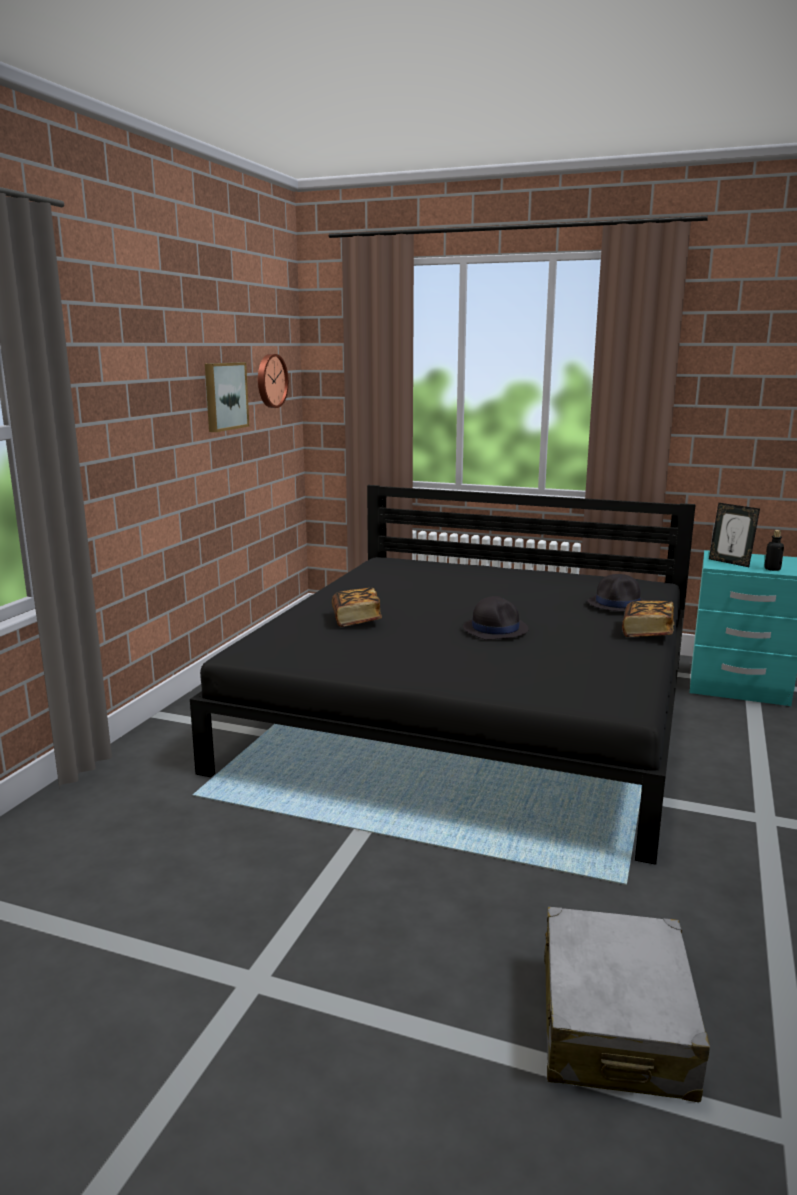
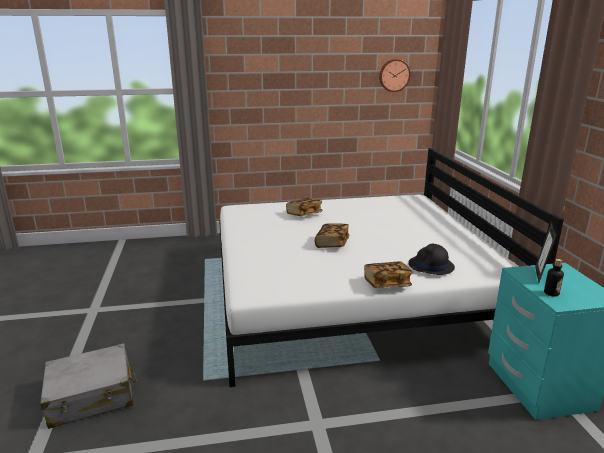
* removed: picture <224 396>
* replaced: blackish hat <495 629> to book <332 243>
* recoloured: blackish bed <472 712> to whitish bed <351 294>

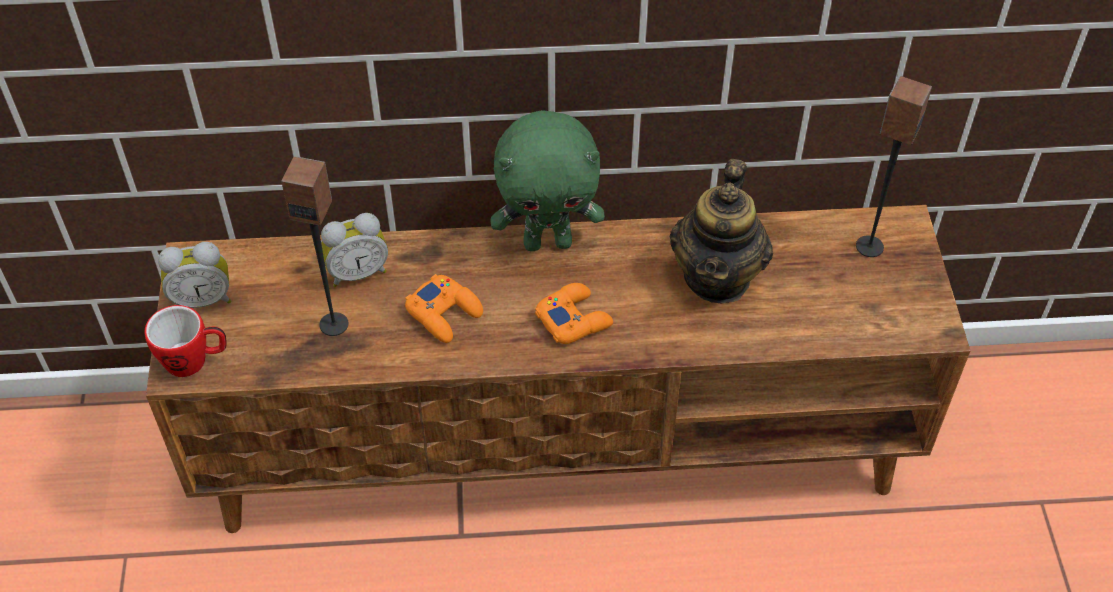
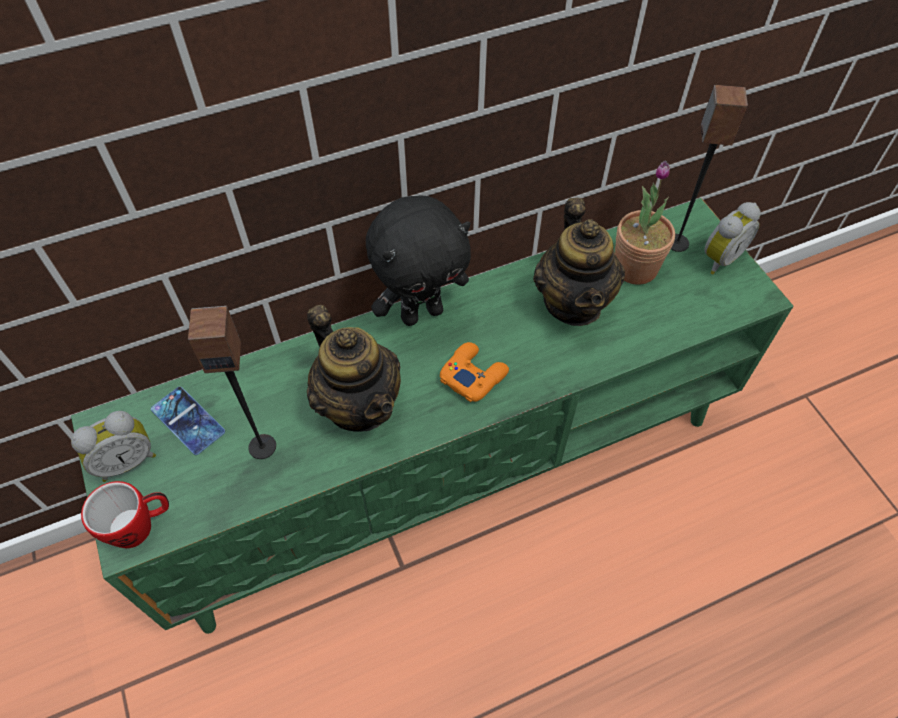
* added: phone <188 420>
* added: plant in a pot <635 267>
* moved: bedside clock <357 272> to <718 258>
* replaced: orange-coloured joypad <444 313> to teapot <359 404>
* recoloured: brownish media console <559 447> to green media console <450 467>
* recoloured: green cuddly toy <548 242> to blackish cuddly toy <421 313>

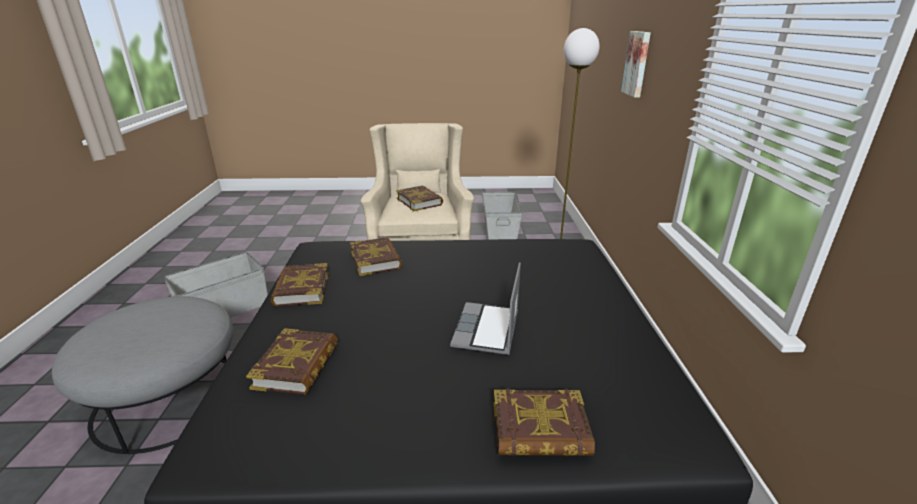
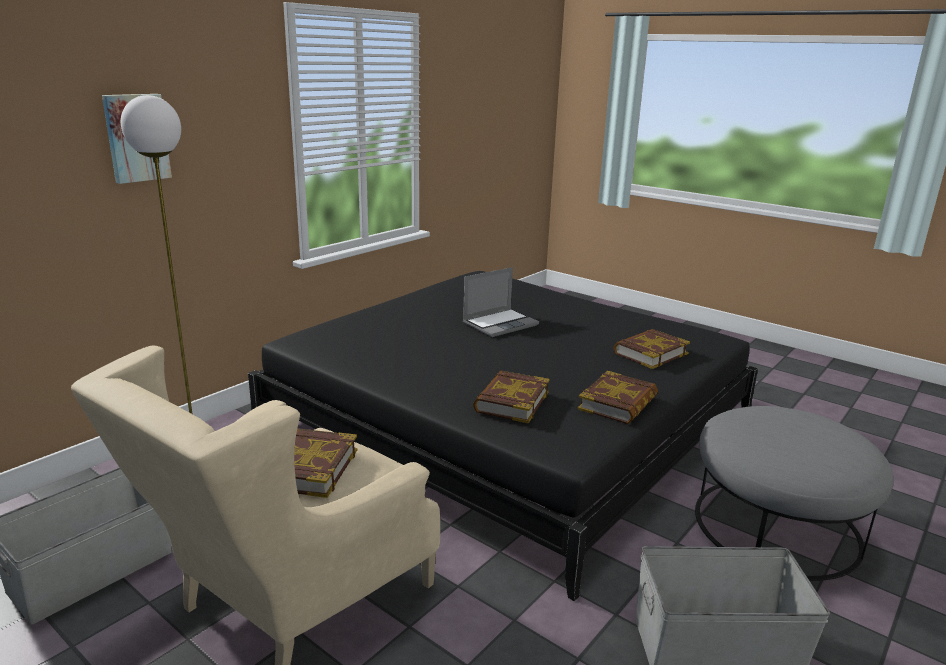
* removed: book <540 430>

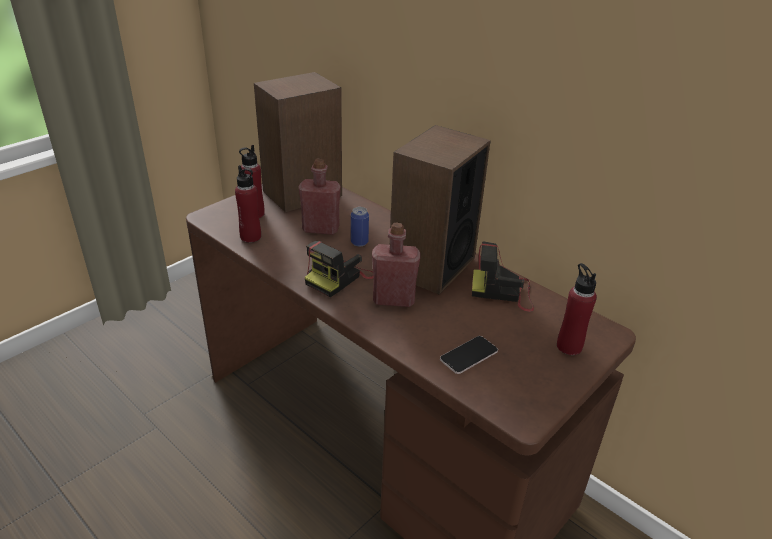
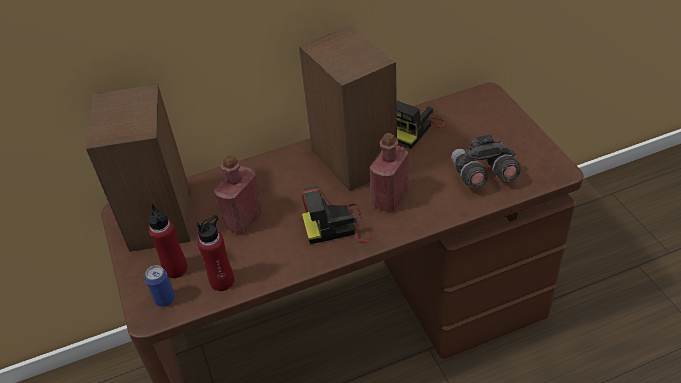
* removed: reddish bottle <569 346>
* moved: metal can <359 242> to <165 299>
* replaced: phone <469 355> to gray pair of binoculars <482 176>
* turned: photo camera <339 278> = <338 227> 105 degrees clockwise

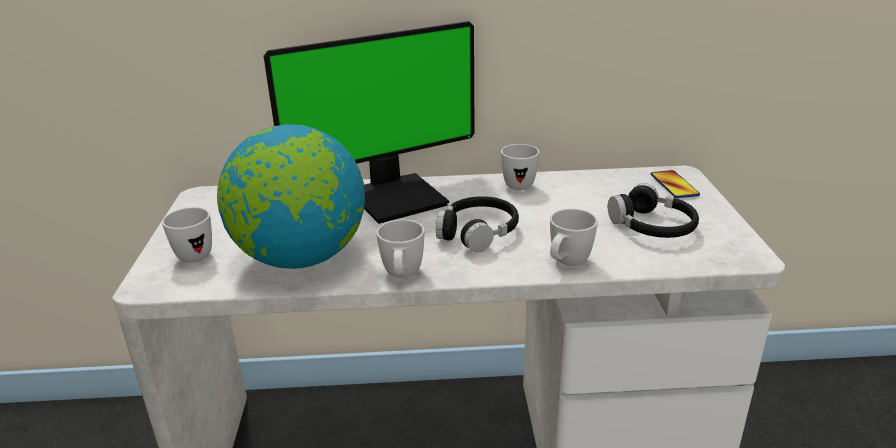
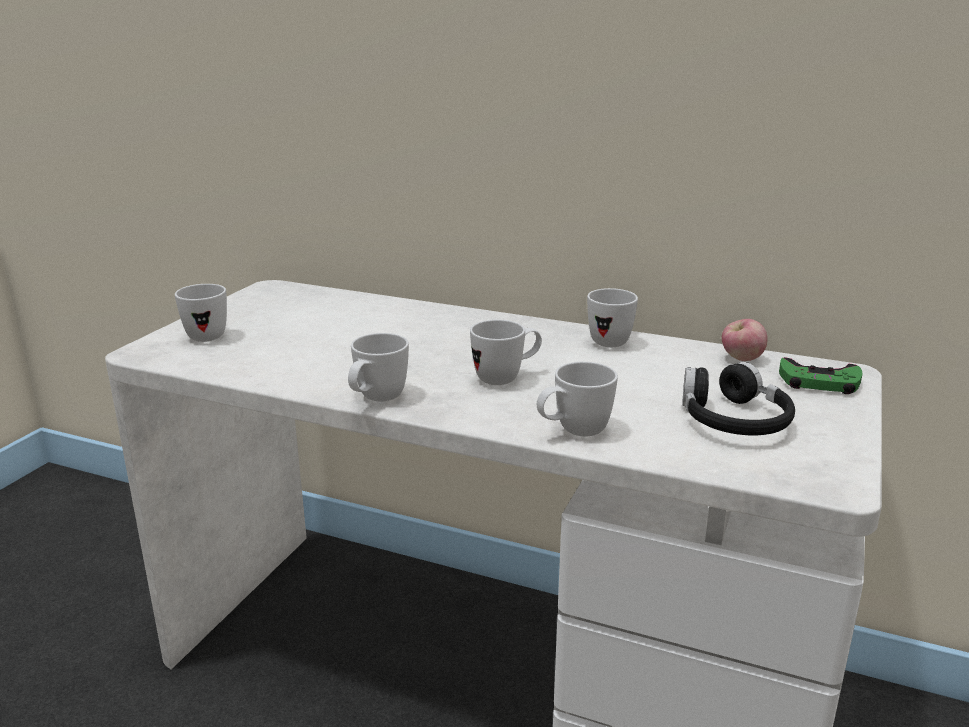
* removed: globe <300 258>
* removed: computer display <397 197>
* added: whole apple <741 359>
* replaced: blackish headphones <478 232> to whitish coffee mug <506 378>
* replaced: phone <674 185> to green joypad <819 382>

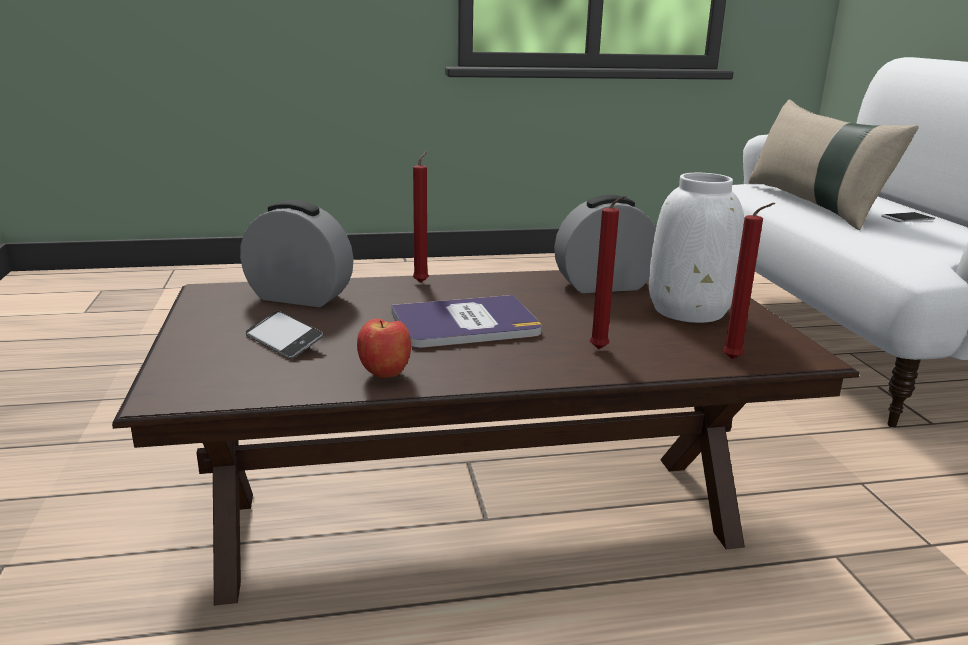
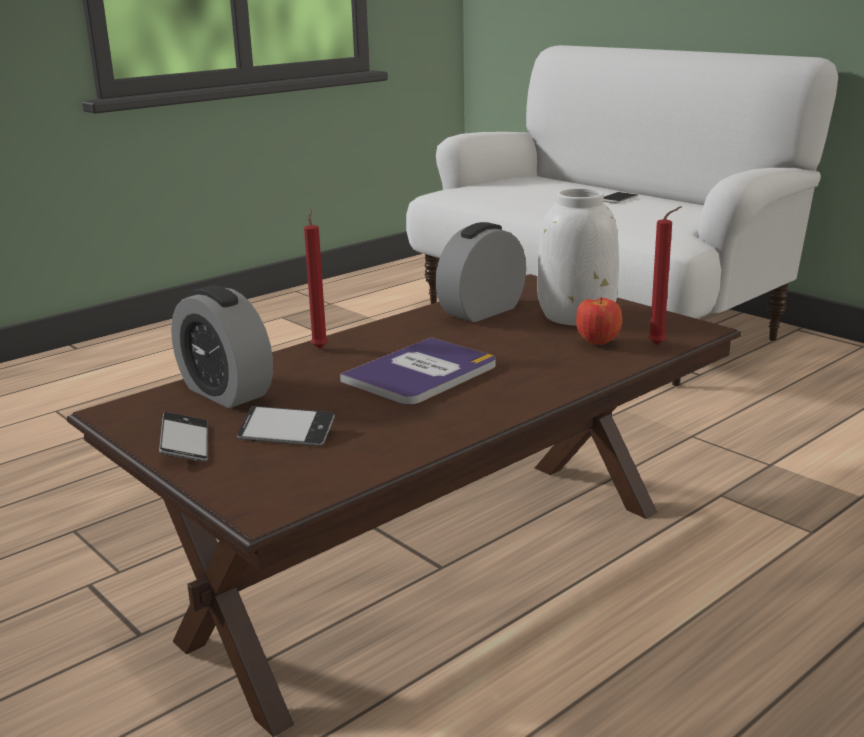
* removed: reddish candle <601 350>
* removed: beige cushion <813 205>
* added: phone <185 444>
* moved: whole apple <386 375> to <598 343>
* turned: bedside clock <299 297> = <225 392> 120 degrees counterclockwise

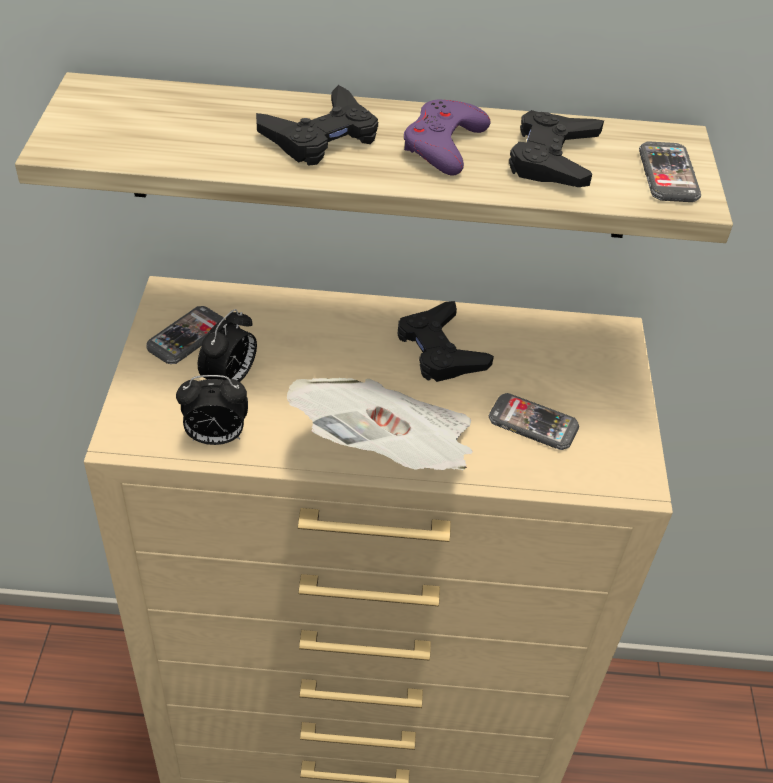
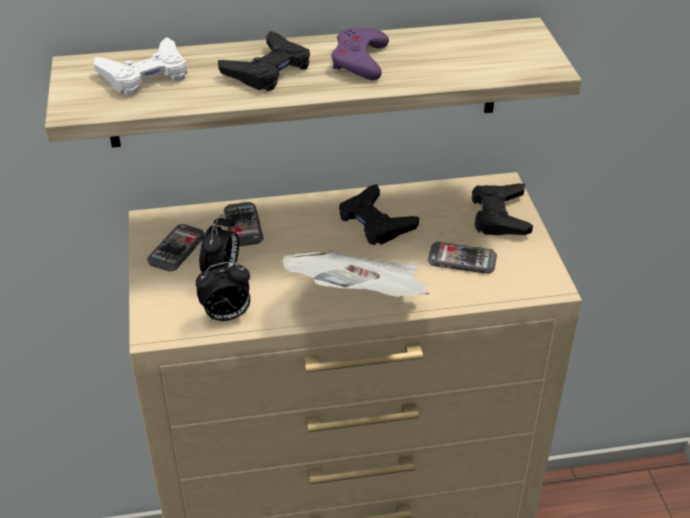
* added: whitish joypad <145 75>
* moved: blackish joypad <553 158> to <499 215>
* moved: phone <668 175> to <243 226>

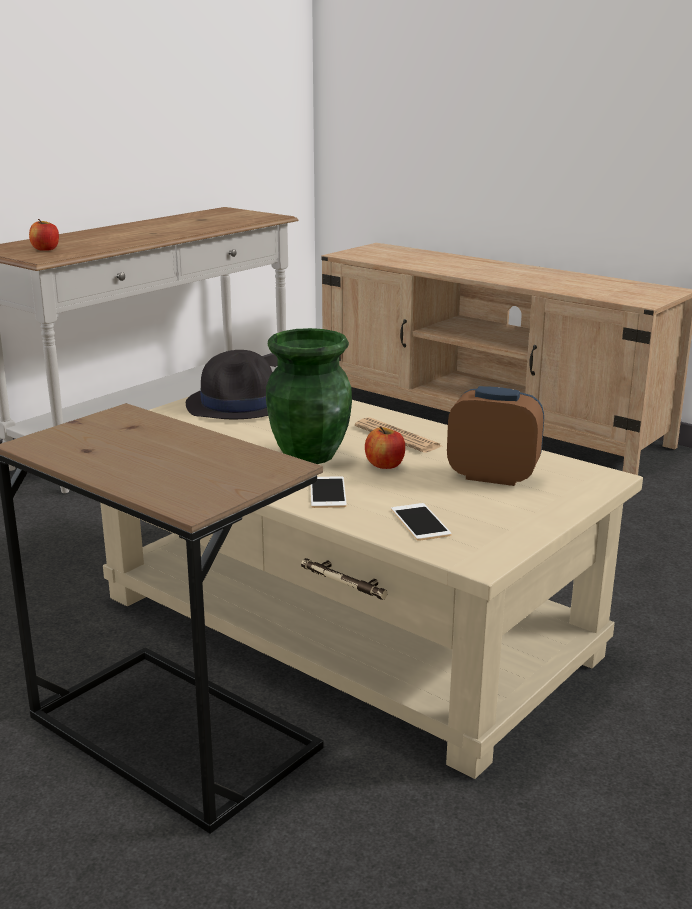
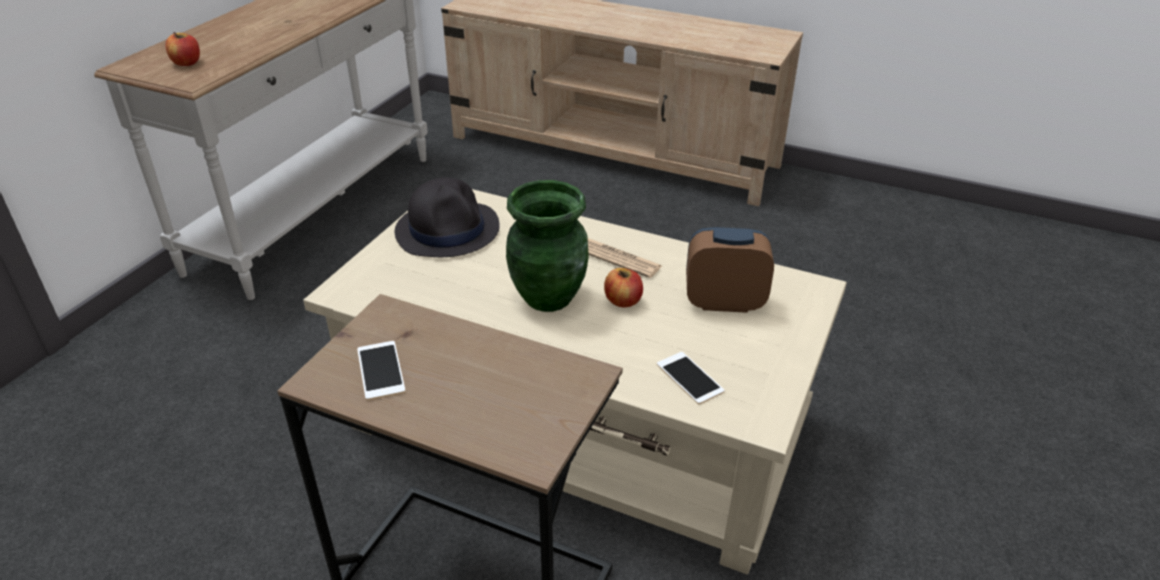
* moved: phone <327 492> to <380 370>

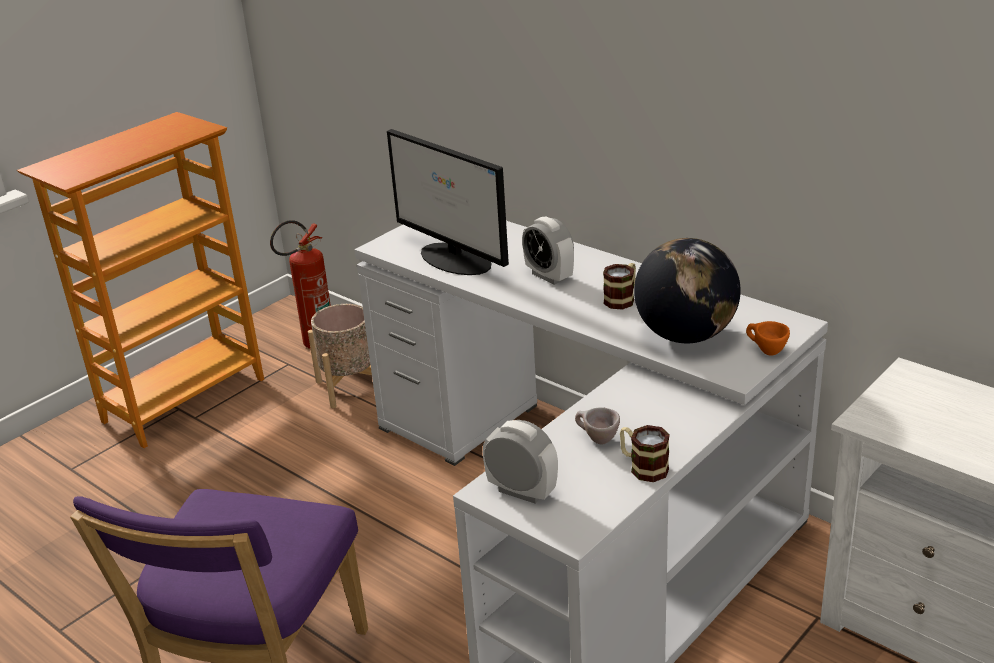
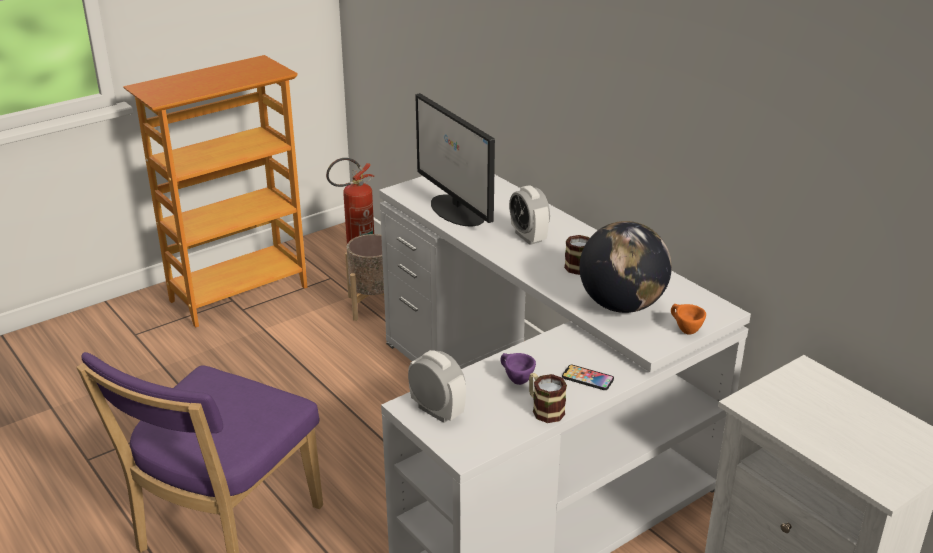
* added: phone <587 378>
* recoloured: beige cup <596 439> to purple cup <515 380>

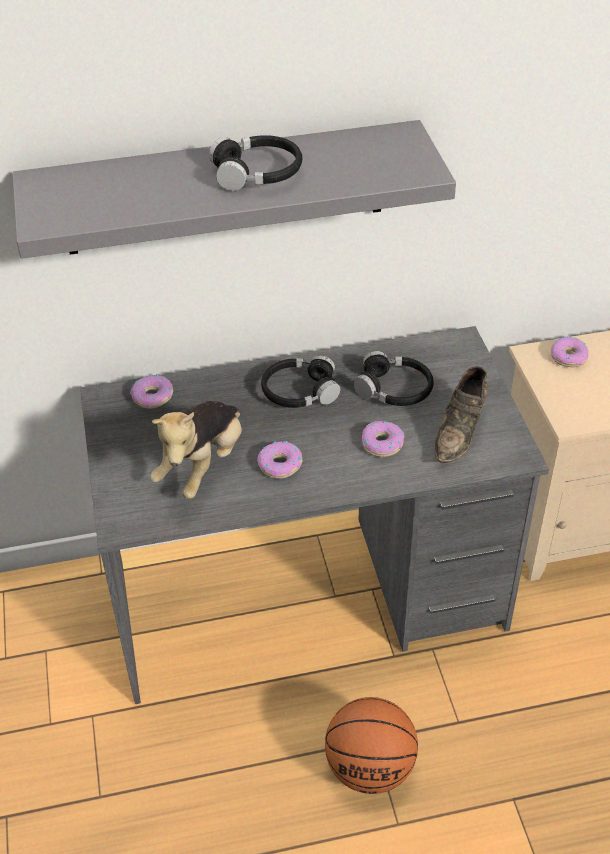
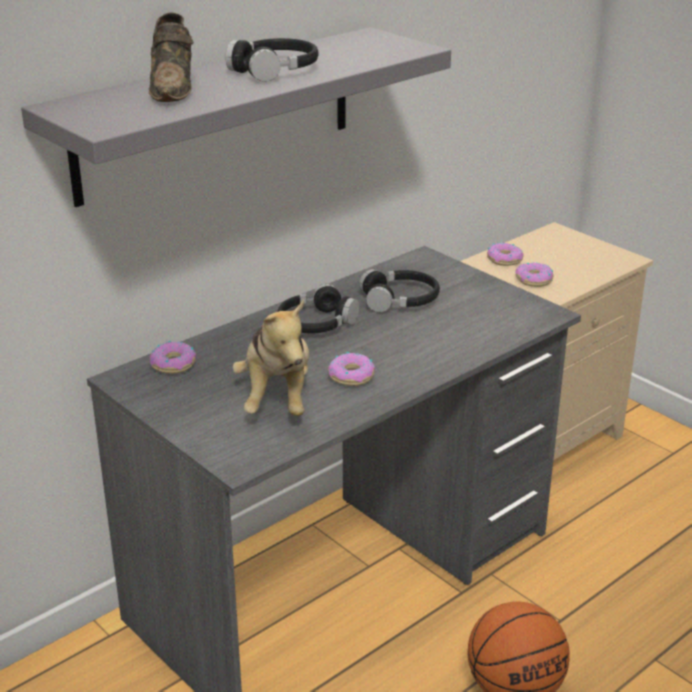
* moved: donut <382 443> to <533 280>
* moved: brownish item of footwear <460 431> to <173 87>

